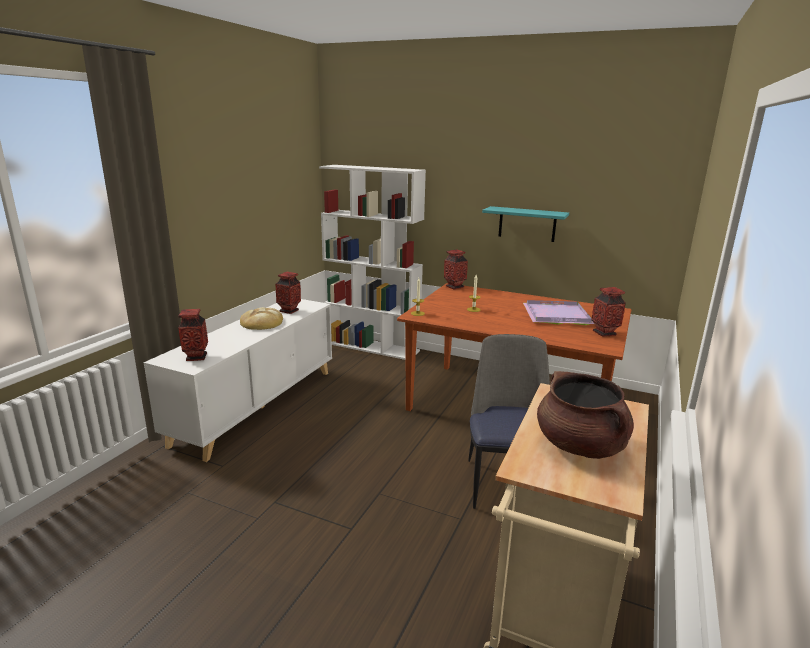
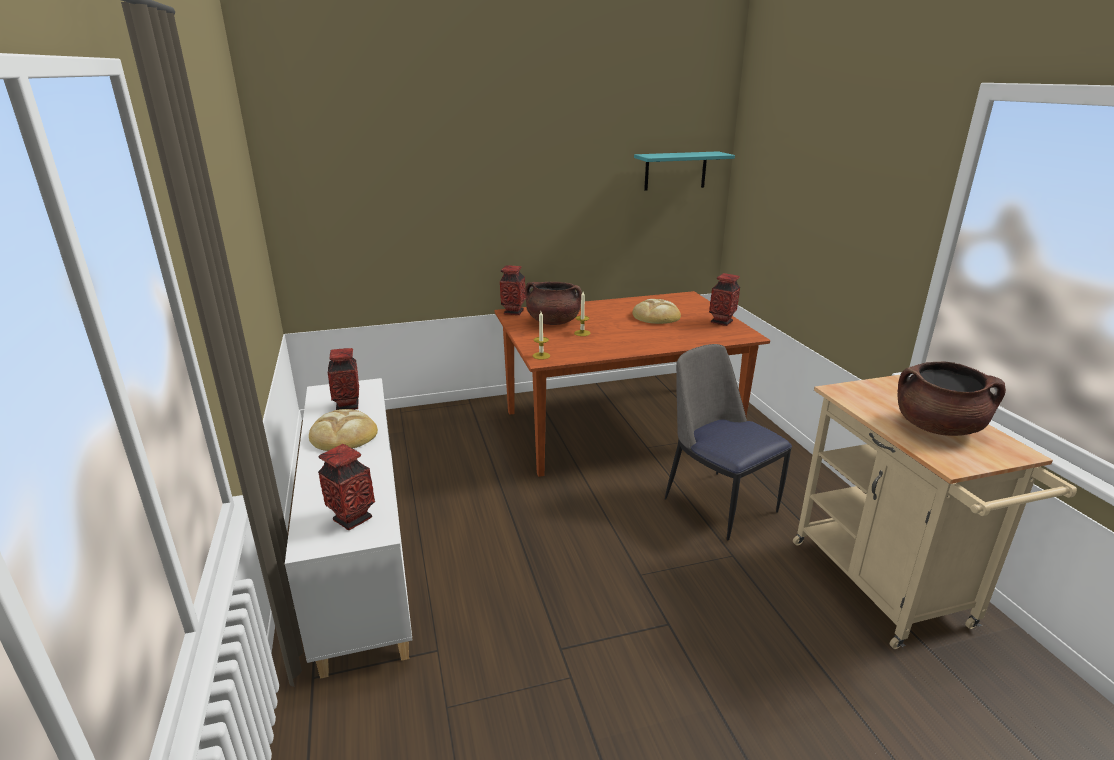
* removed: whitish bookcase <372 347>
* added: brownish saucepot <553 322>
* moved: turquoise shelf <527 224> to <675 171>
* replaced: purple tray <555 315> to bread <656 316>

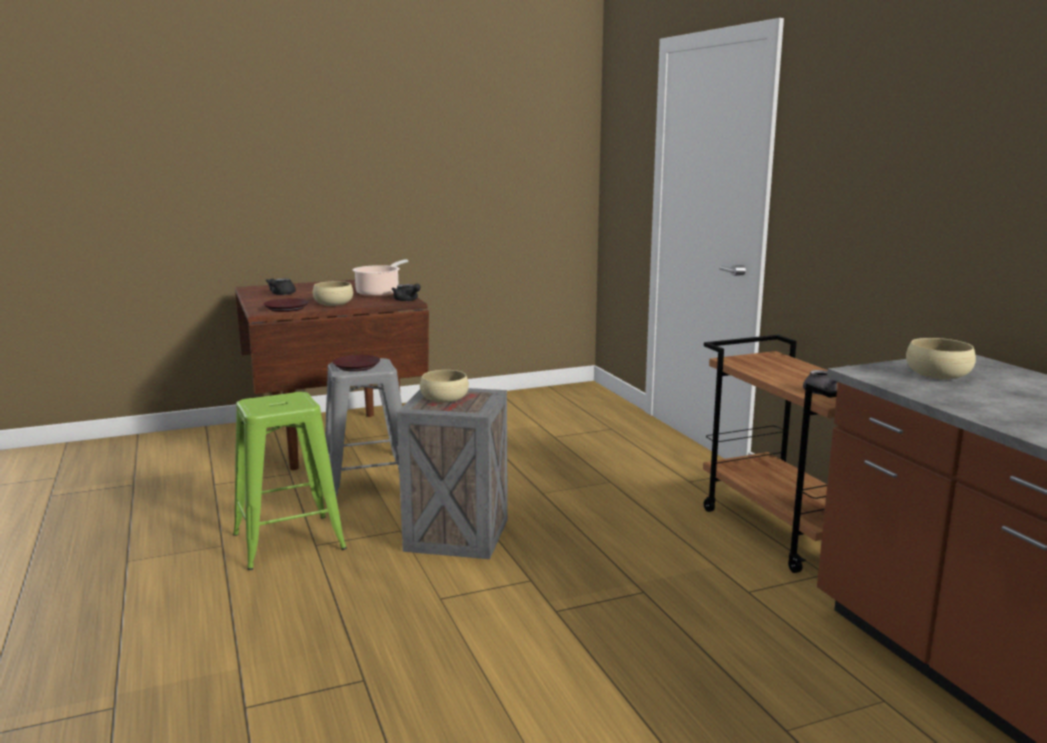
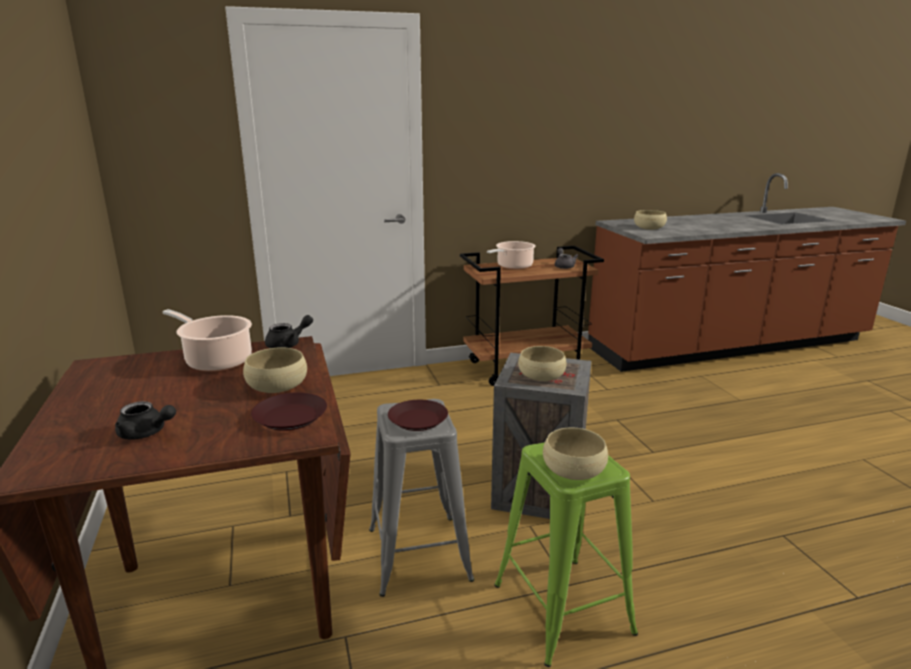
* added: saucepot <513 266>
* added: beige bowl <574 469>

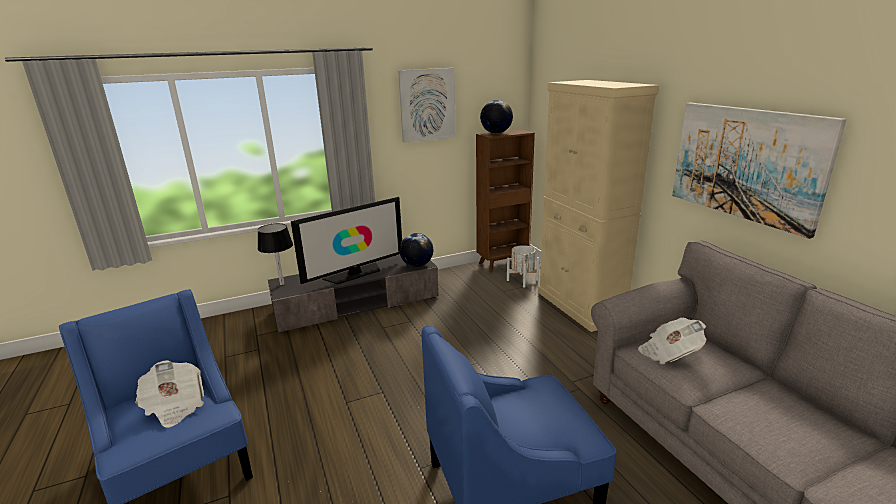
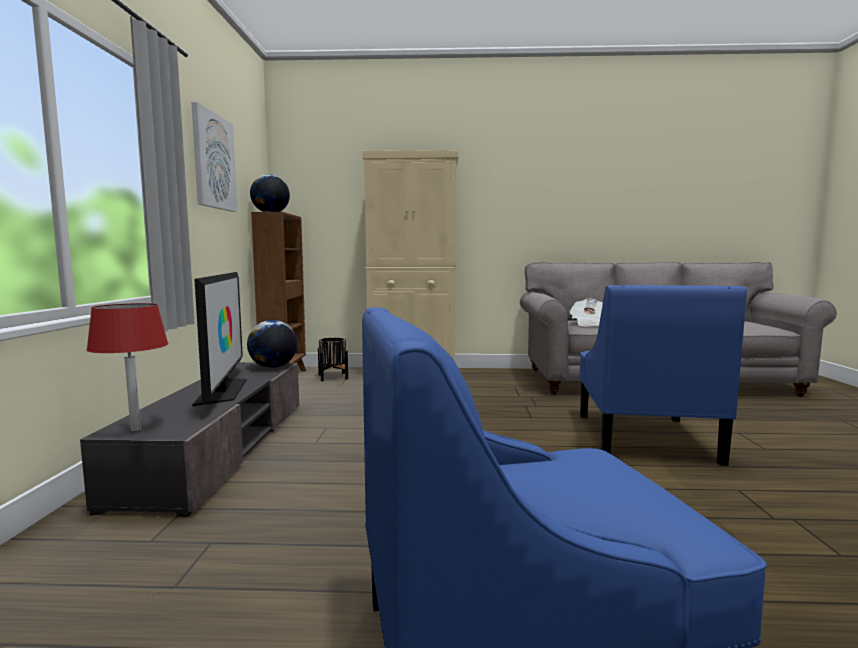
* removed: printed paper <174 406>
* removed: picture <746 163>
* recoloured: blackish tabletop lamp <282 284> to reddish tabletop lamp <135 429>
* recoloured: whitish planter <522 280> to blackish planter <333 377>

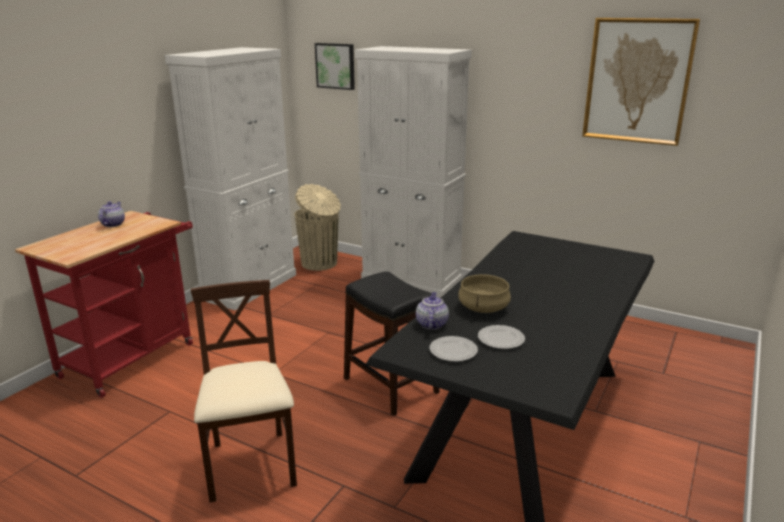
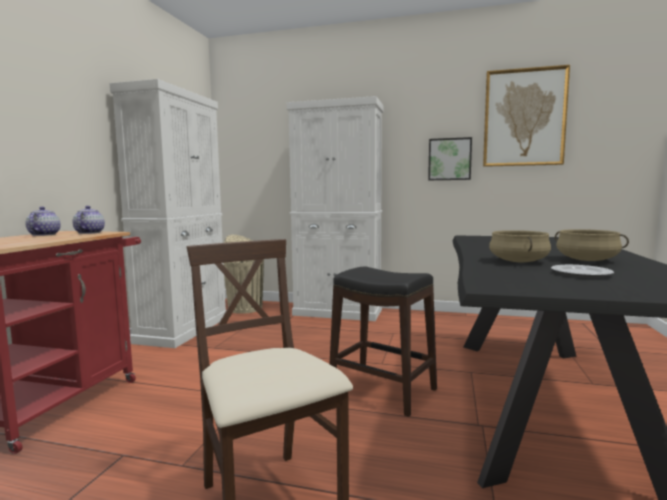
* removed: plate <453 351>
* added: beige saucepot <587 260>
* moved: picture <336 66> to <449 159>
* moved: teapot <431 324> to <89 233>

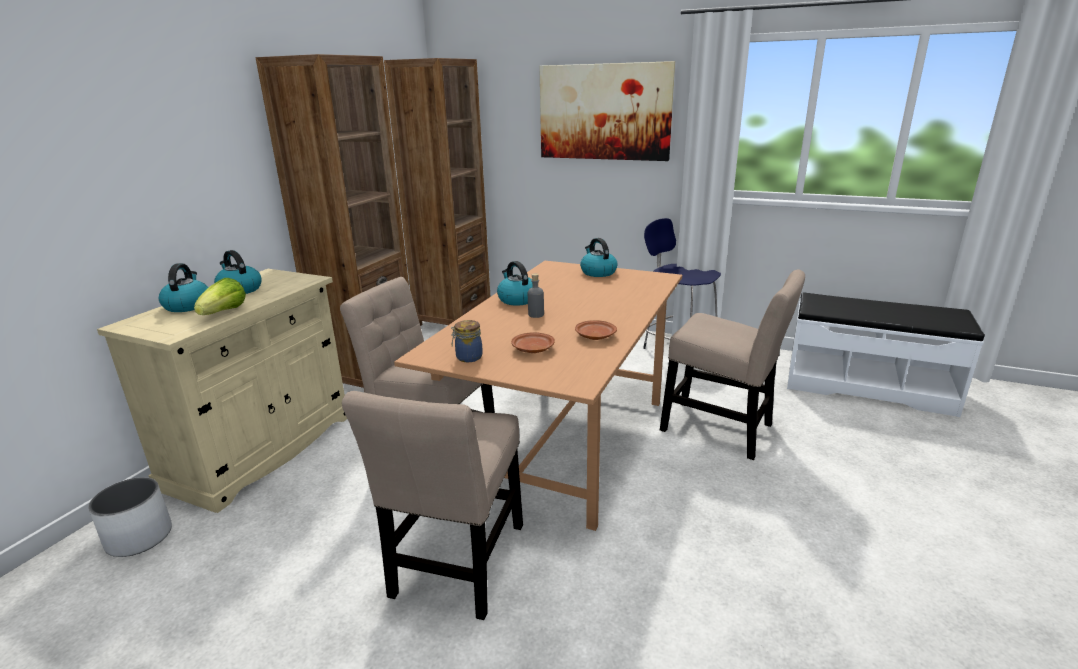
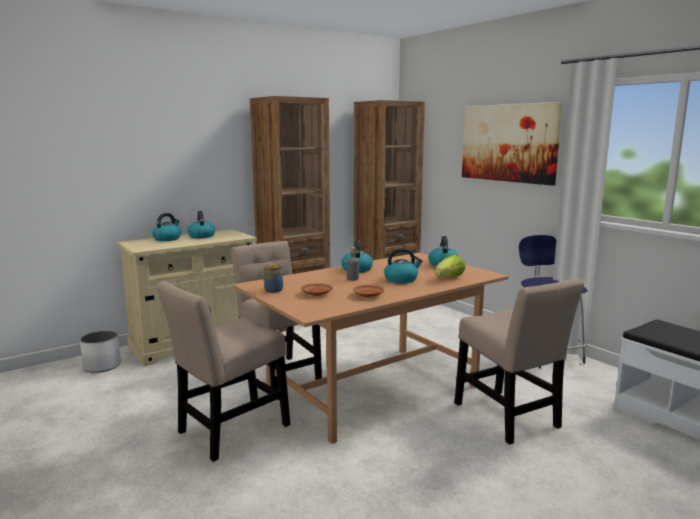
* added: water kettle <401 279>
* moved: lettuce head <224 312> to <449 278>

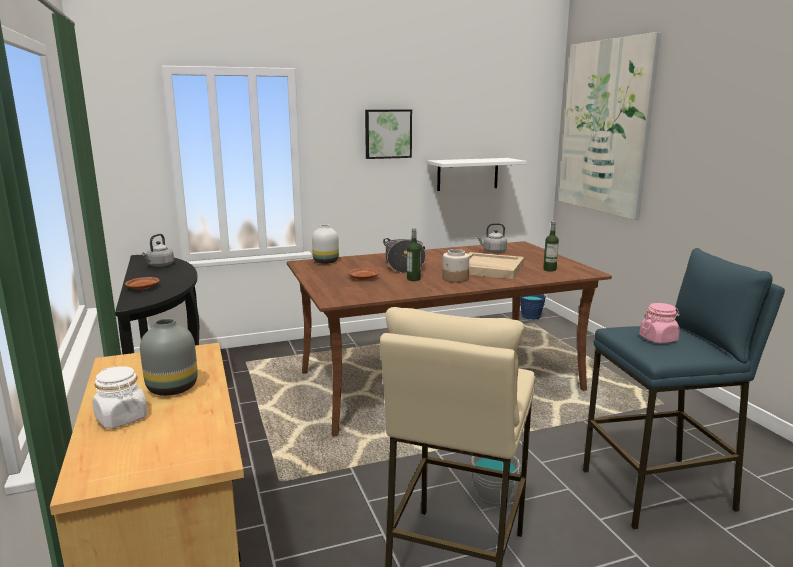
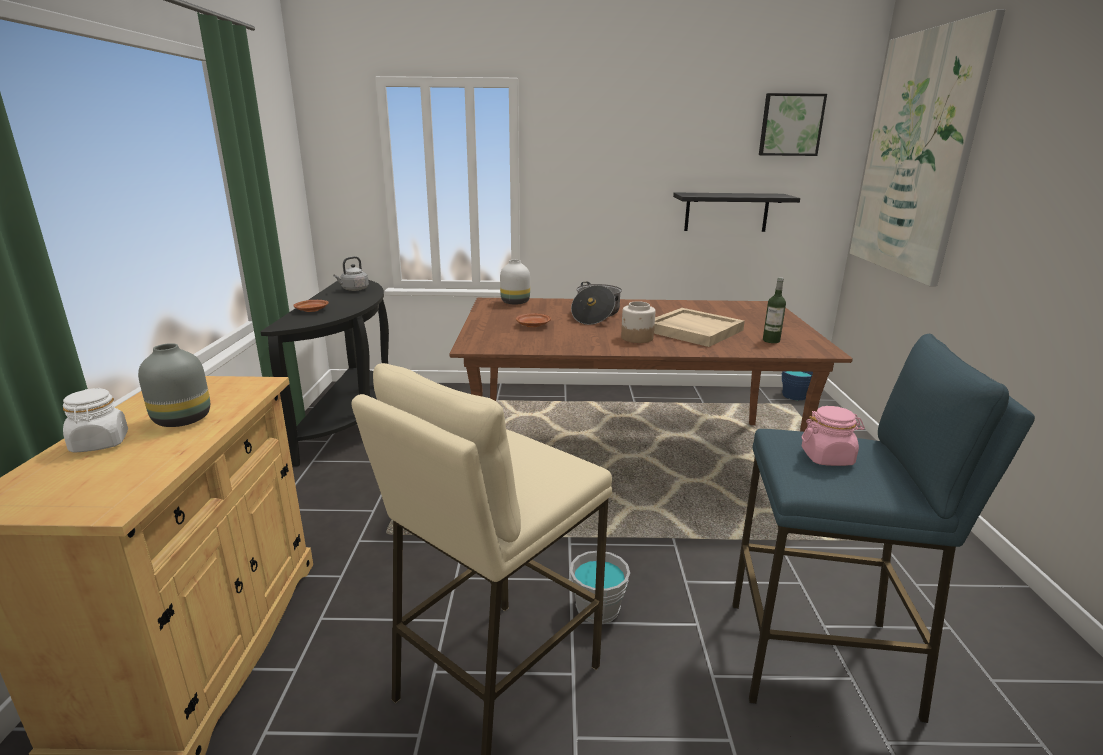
* removed: bottle <413 279>
* removed: gray water kettle <493 252>
* moved: picture <387 134> to <790 125>
* recoloured: whitish shelf <467 174> to blackish shelf <726 212>

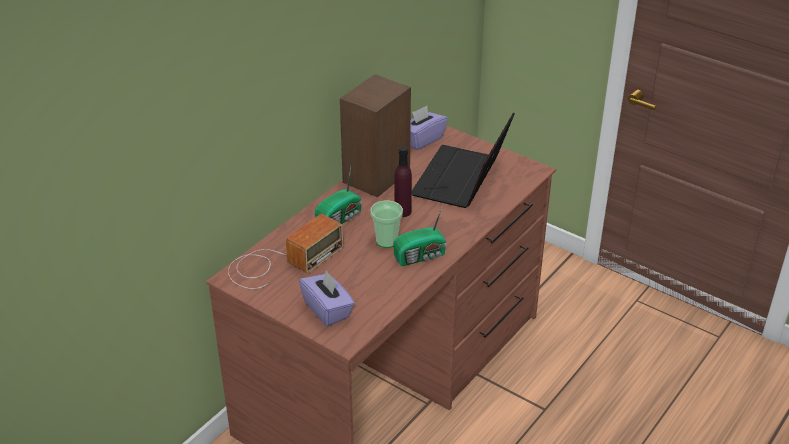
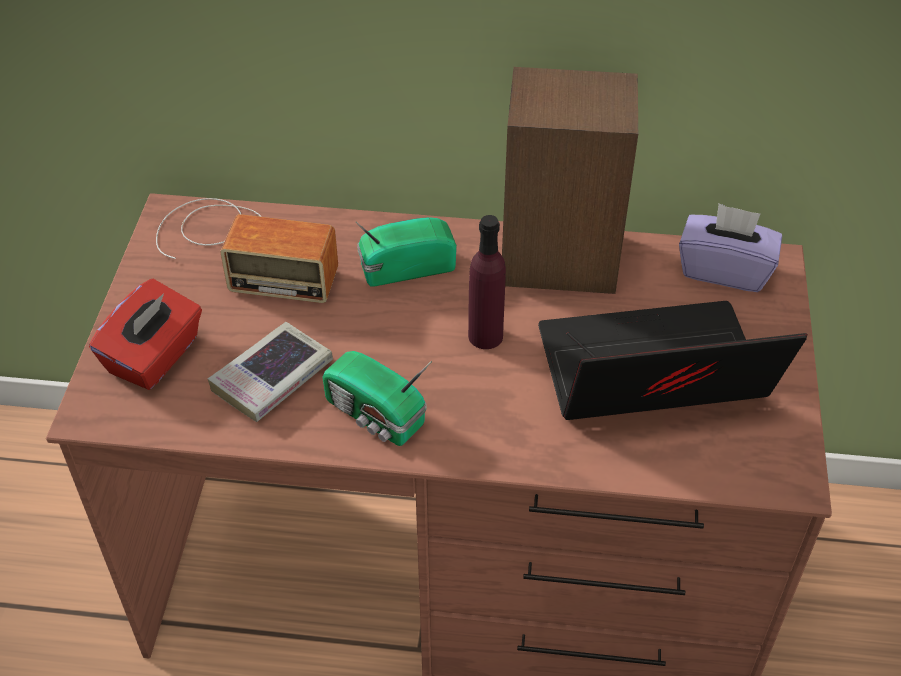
* removed: cup <386 241>
* added: book <272 377>
* recoloured: purple box of tissues <327 310> to reddish box of tissues <155 357>
* turned: radio set <340 218> = <404 267> 150 degrees clockwise

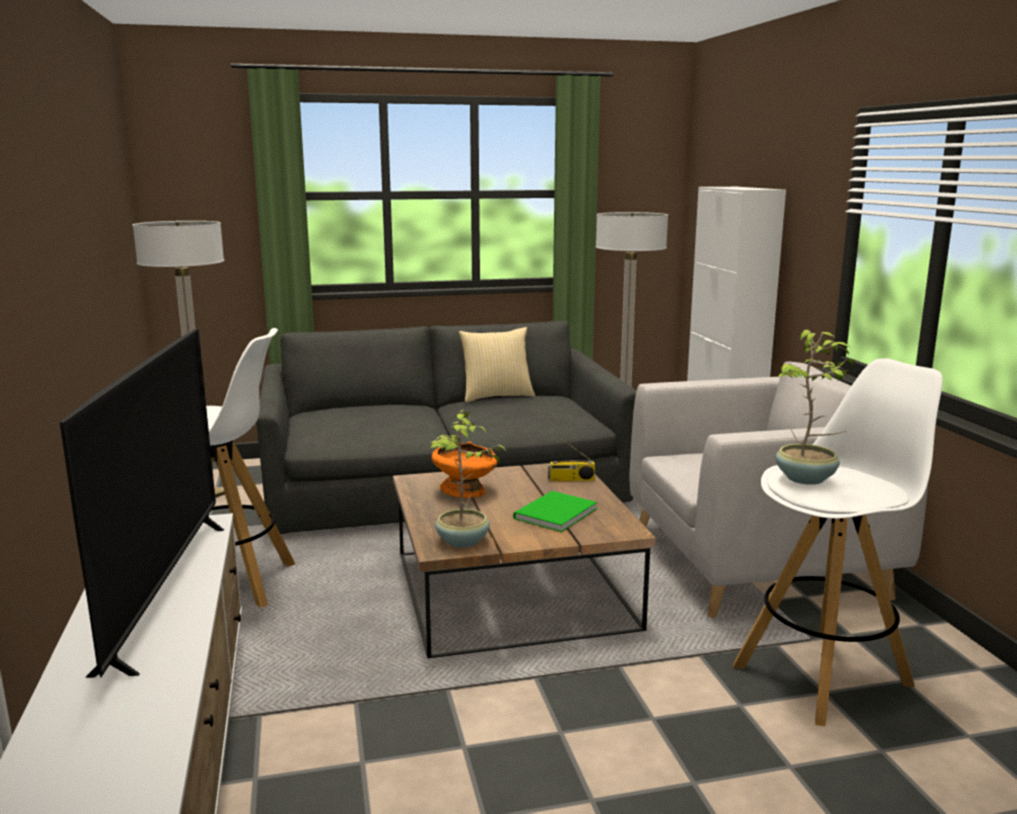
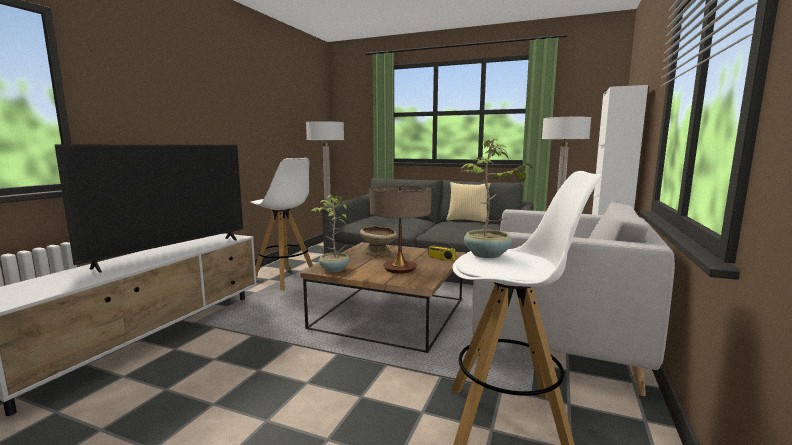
* replaced: green book <552 514> to tabletop lamp <399 269>
* recoloured: orange-coloured bowl <465 491> to beige bowl <378 253>

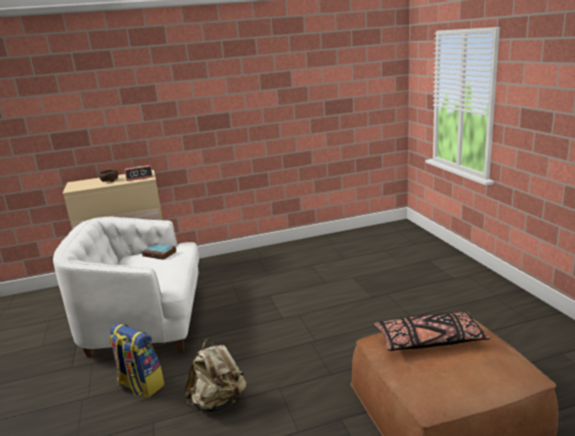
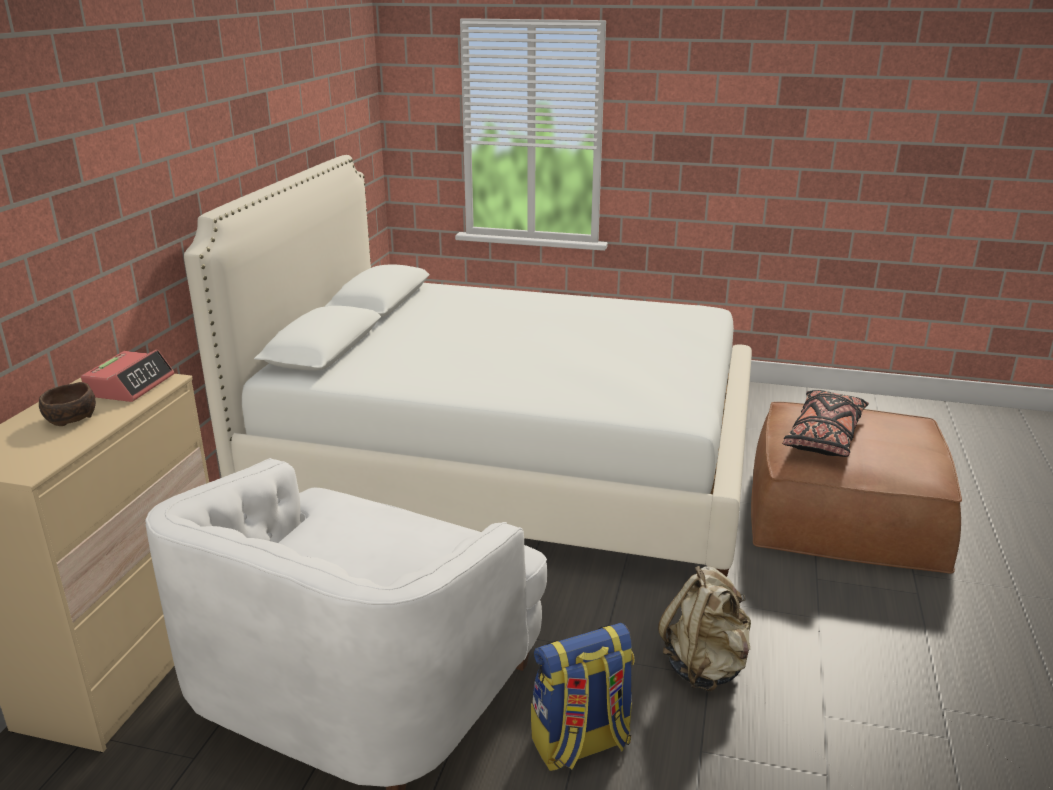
* removed: book <160 254>
* added: whitish bed <508 465>

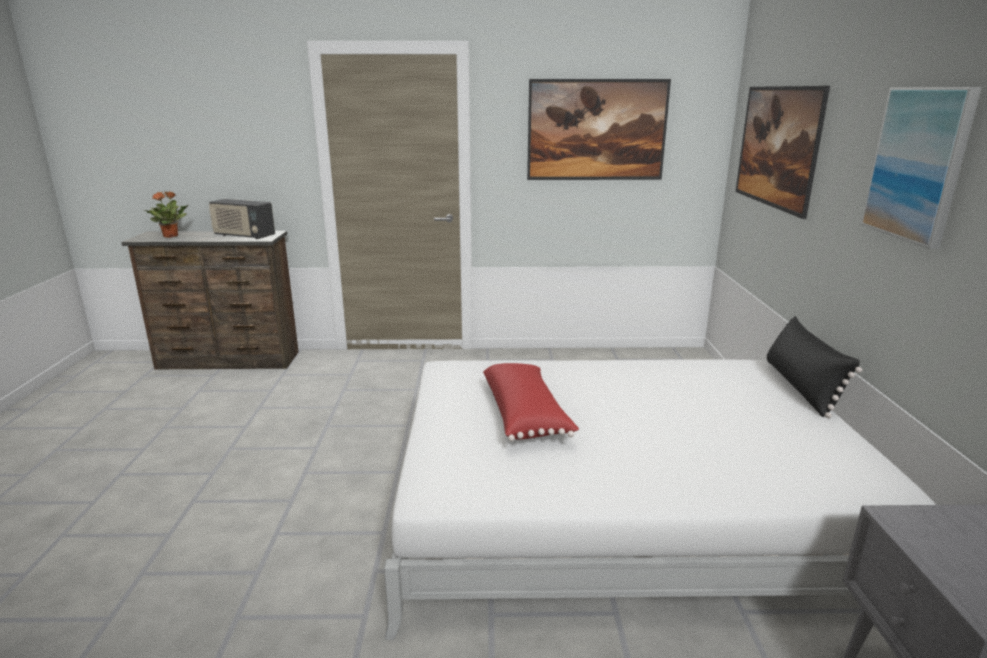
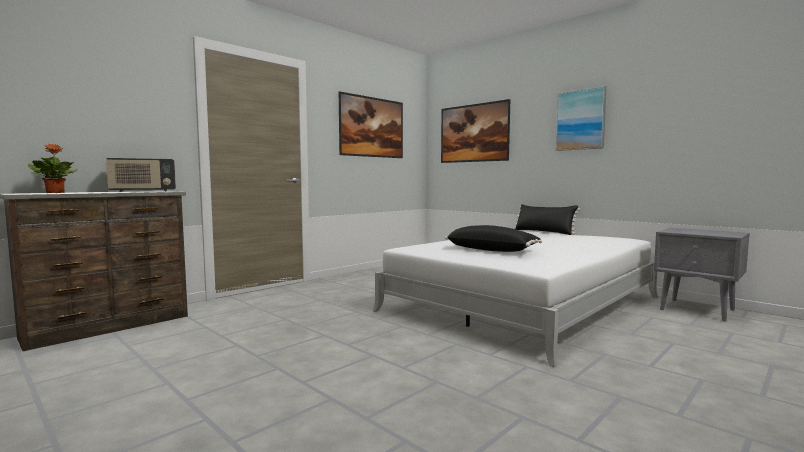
* recoloured: reddish cushion <525 415> to blackish cushion <492 250>

